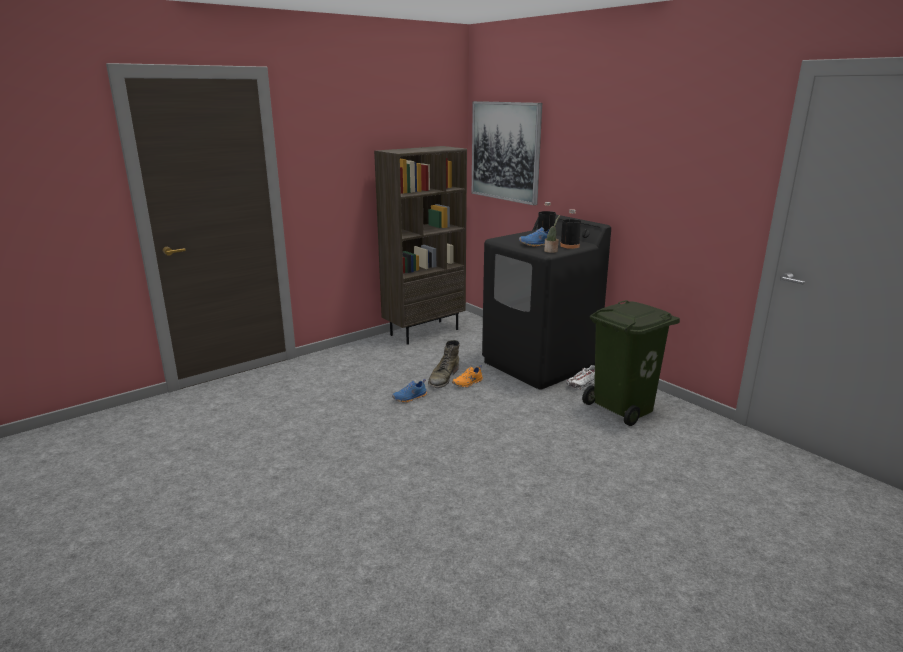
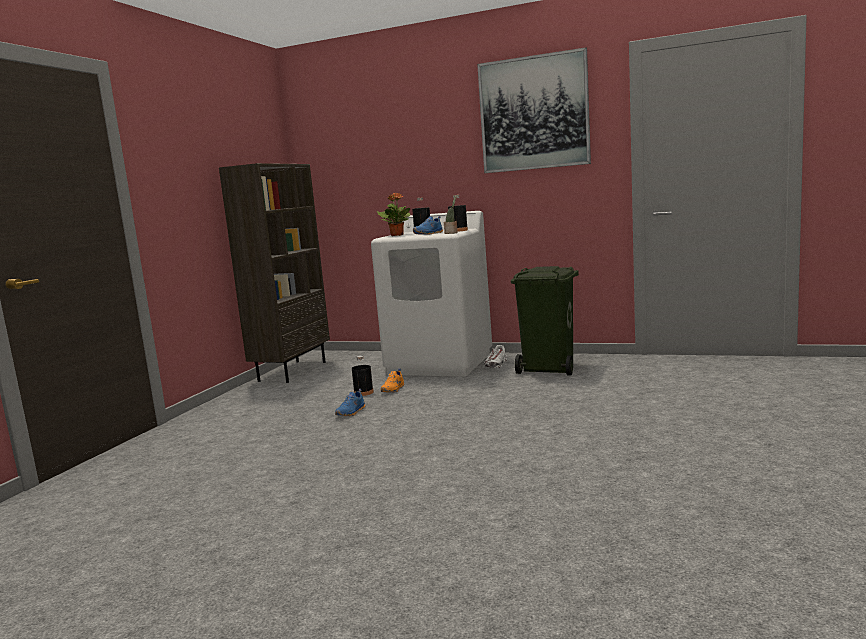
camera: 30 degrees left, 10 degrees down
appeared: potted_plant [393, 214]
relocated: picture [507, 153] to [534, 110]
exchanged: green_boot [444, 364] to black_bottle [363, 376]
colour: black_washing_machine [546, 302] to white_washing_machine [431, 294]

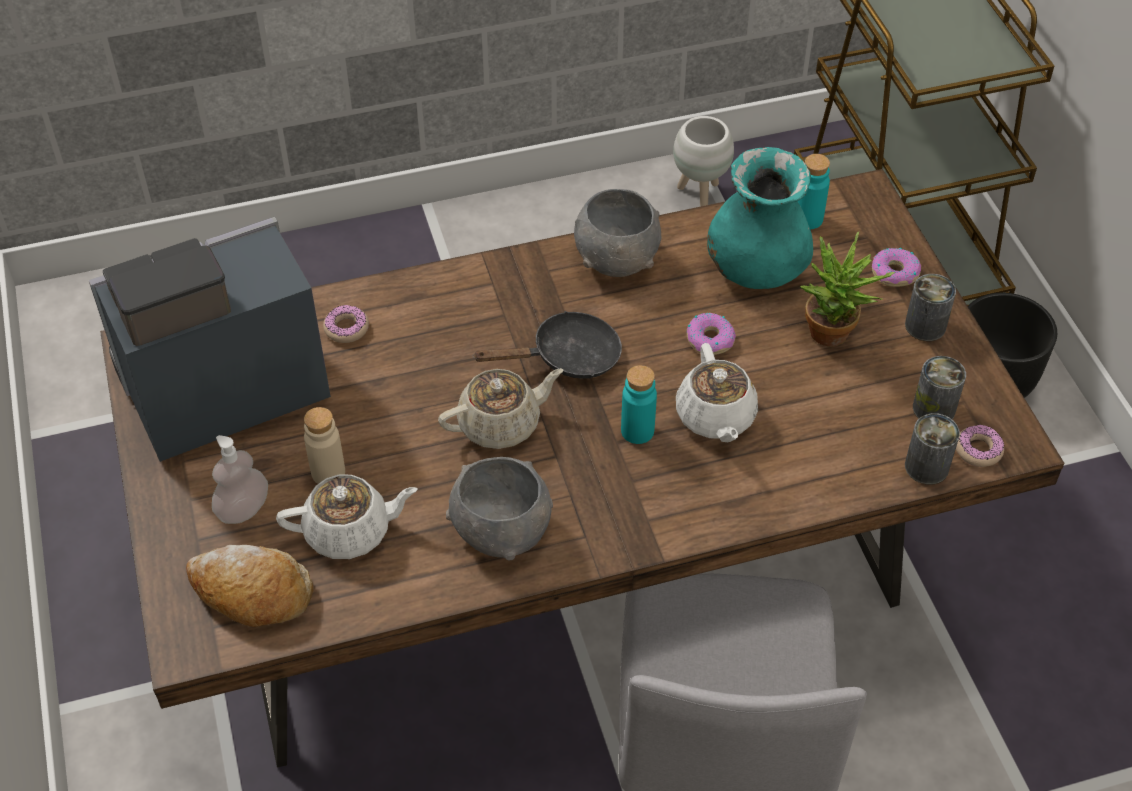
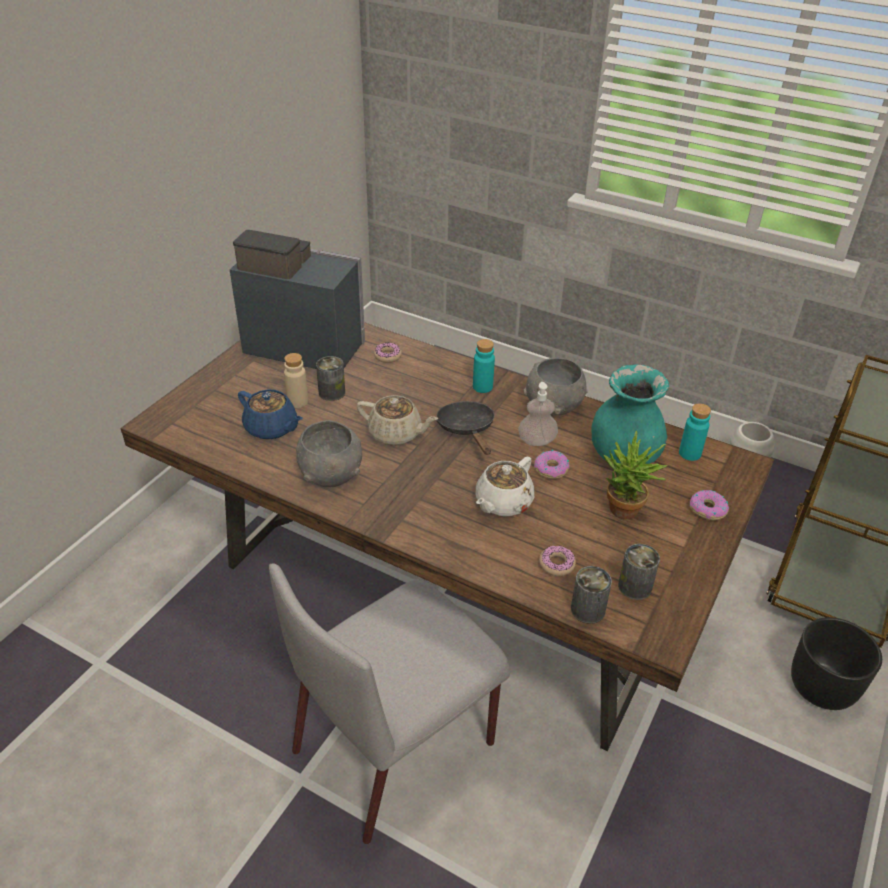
camera: 45 degrees right, 10 degrees down
missing: bread [250, 586]
relocated: can [930, 307] to [330, 378]; turquoise_bottle [639, 404] to [484, 366]; soap_dispenser [240, 479] to [538, 414]; donut [980, 445] to [557, 561]
colour: white_teapot [347, 517] to blue_teapot [270, 415]
spun: black_frying_pan [547, 345] = [465, 428] 135 degrees counterclockwise

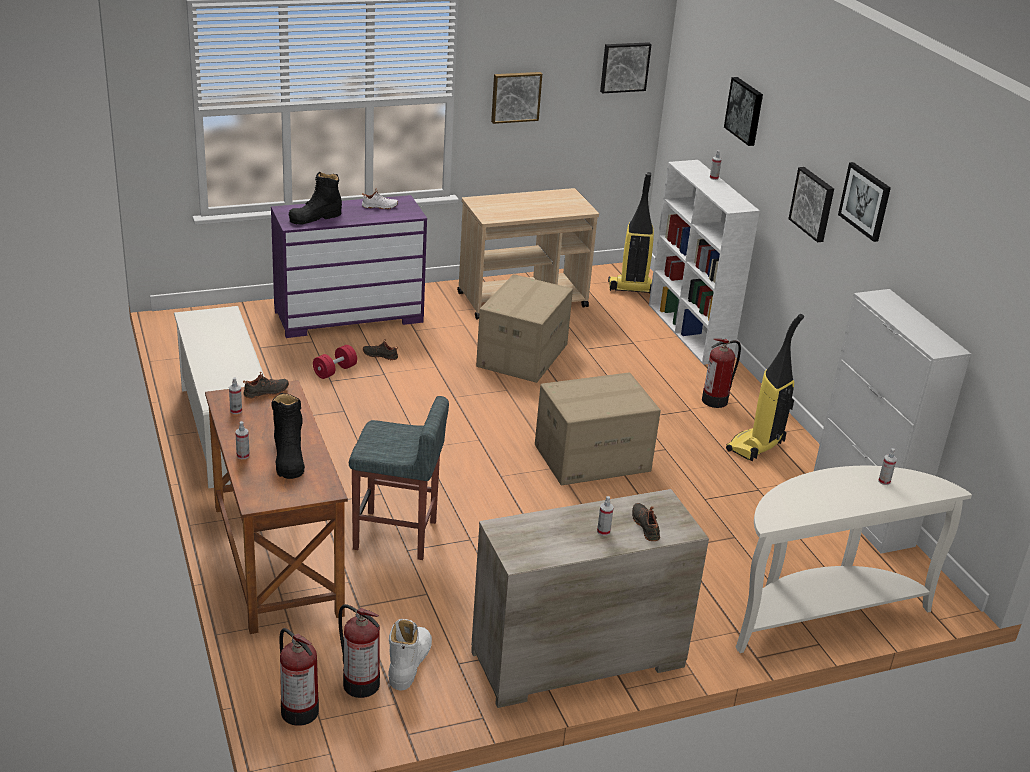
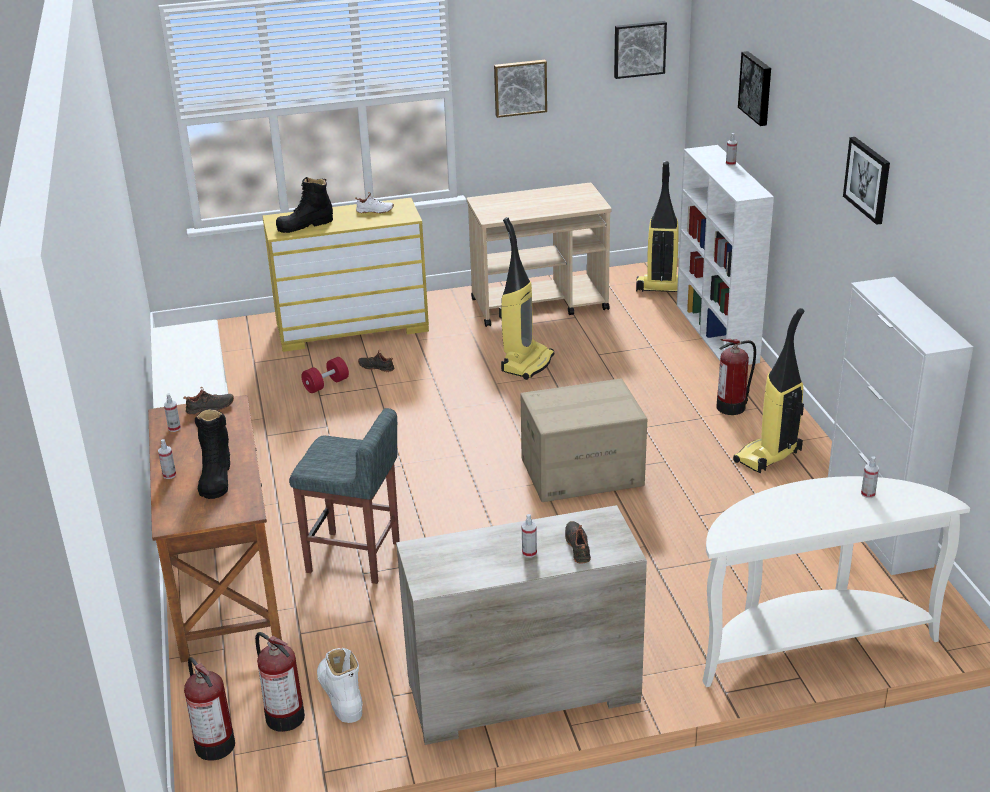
camera: 10 degrees right, 0 degrees up
missing: picture [811, 204]
exchanged: cardboard_box [524, 328] to vacuum_cleaner [526, 298]
colour: purple_dresser [349, 266] to yellow_dresser [346, 275]
spun: white_boot [410, 654] = [340, 685] 45 degrees counterclockwise

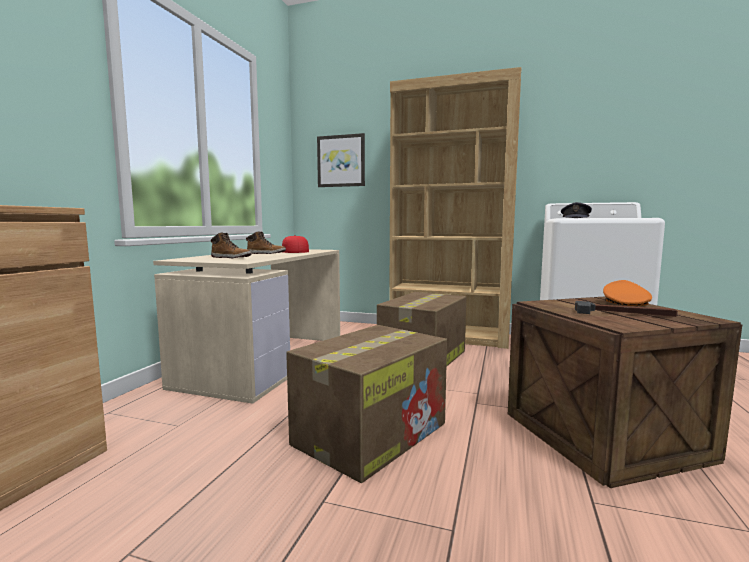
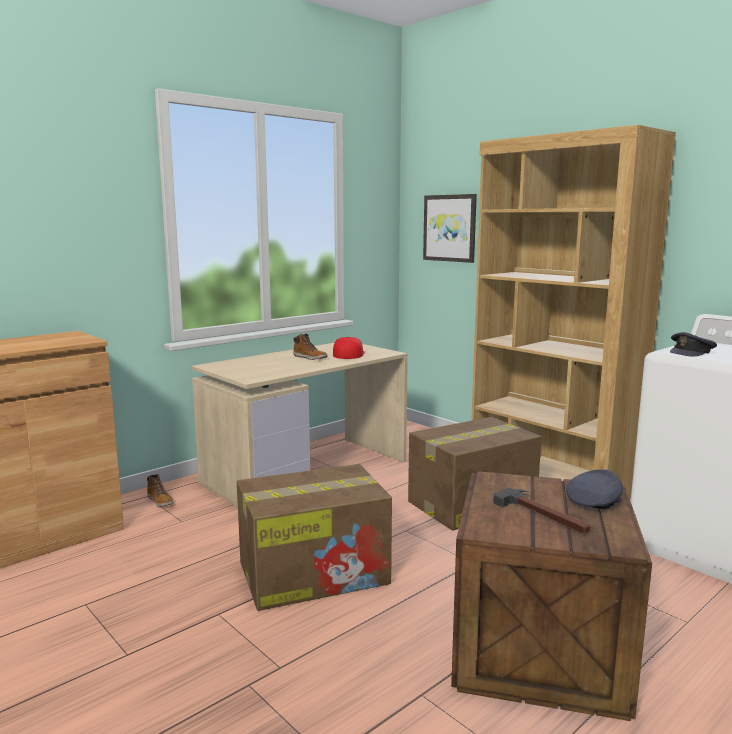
camera: 30 degrees right, 5 degrees up
relocated: boot [231, 245] to [160, 490]
colour: orange_cap [627, 293] to grey_cap [594, 489]

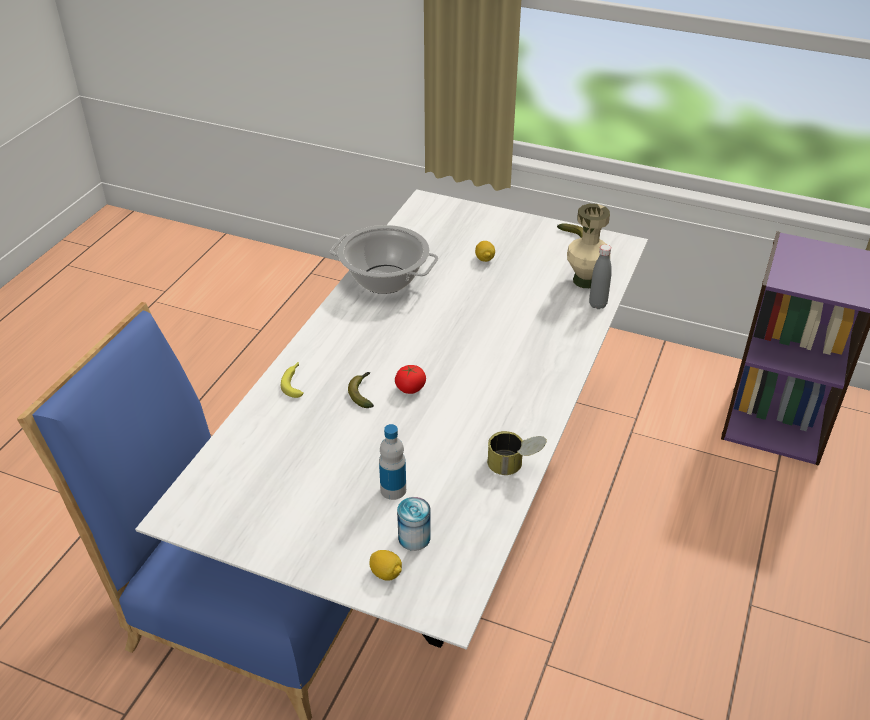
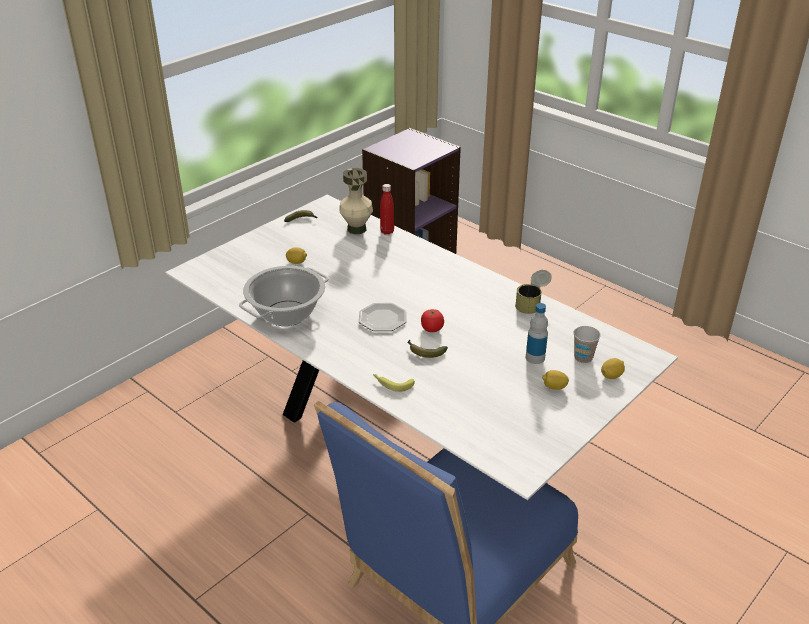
camera: 70 degrees left, 5 degrees down
appeared: plate [383, 317]; lemon [555, 380]
exchanged: can [414, 524] to cup [587, 344]
colour: grey_bottle [600, 277] to red_bottle [387, 209]

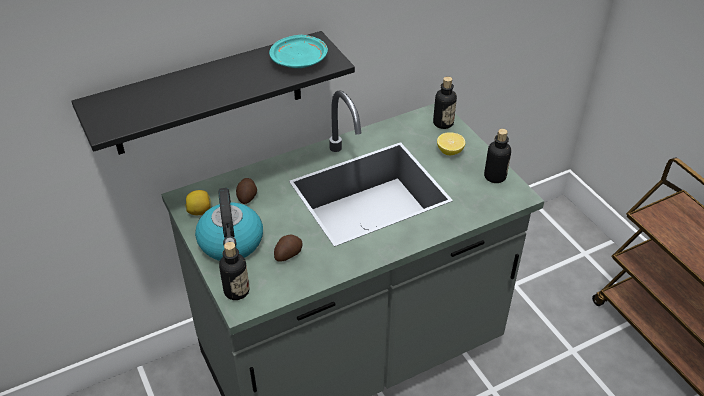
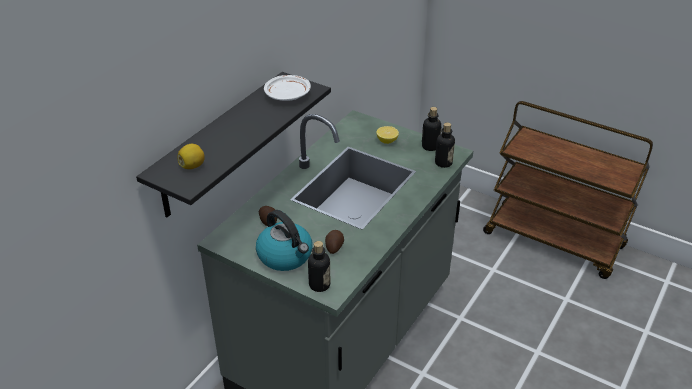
camera: 30 degrees left, 5 degrees down
relocated: lemon [198, 202] to [191, 156]; bottle [445, 102] to [445, 145]
colour: turquoise_plate [298, 51] to white_plate [287, 88]

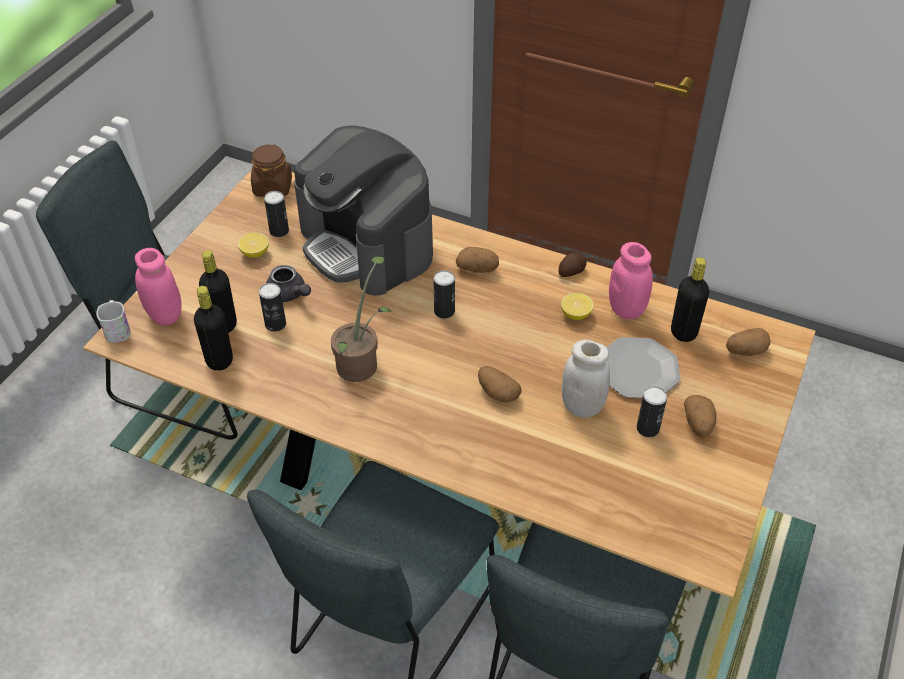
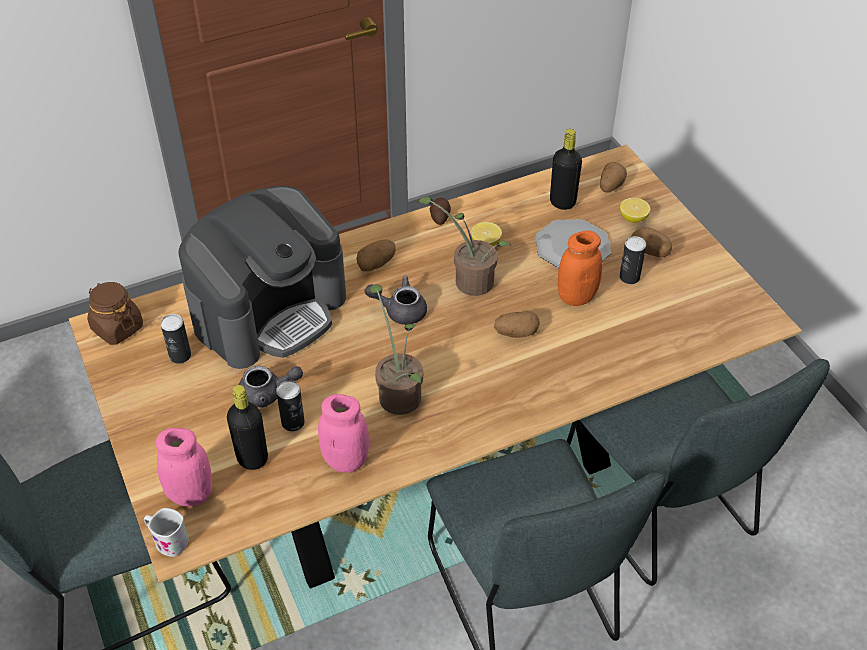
camera: 50 degrees left, 0 degrees up
missing: black_bottle [213, 328]
appeared: potted_plant [464, 246]
relocated: pink_jar [631, 280] to [343, 433]; lemon [253, 245] to [635, 210]
exchanged: can [444, 294] to grey_teapot [396, 300]
colour: white_jar [586, 378] to orange_jar [580, 268]
spun: coffee_machine [363, 210] = [262, 277] 45 degrees counterclockwise

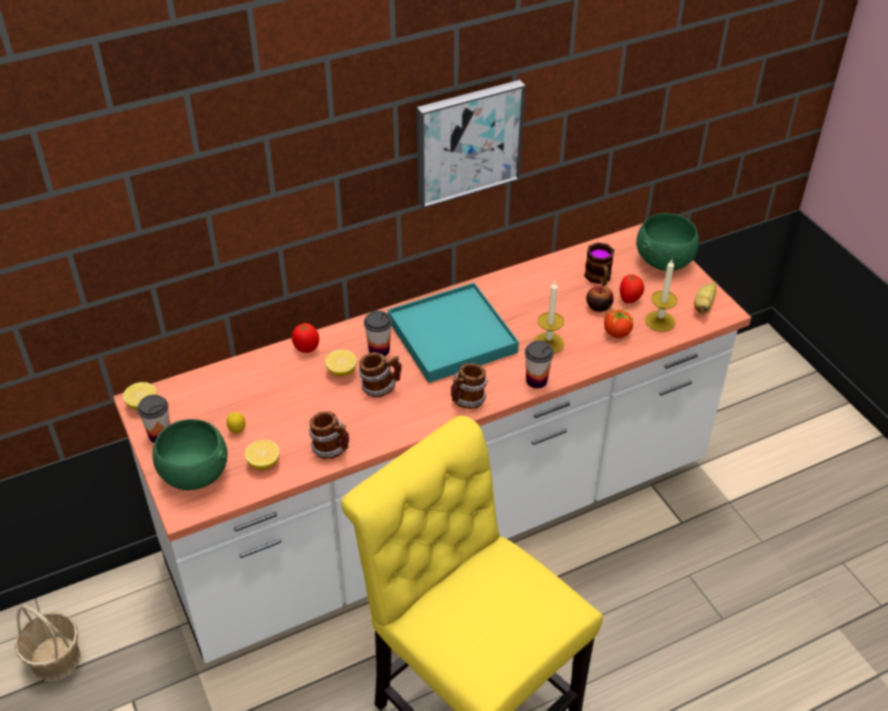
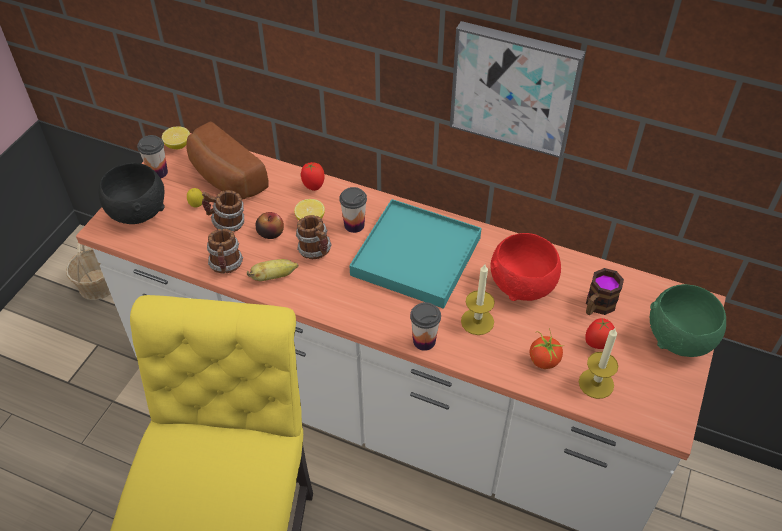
camera: 50 degrees right, 5 degrees up
missing: lemon [262, 454]
appeared: bread [227, 161]; red_bowl [525, 267]
relocated: mug [469, 386] to [223, 211]; banana [705, 298] to [273, 270]; apple [600, 299] to [270, 225]
colour: green_bowl [189, 454] to black_bowl [132, 193]

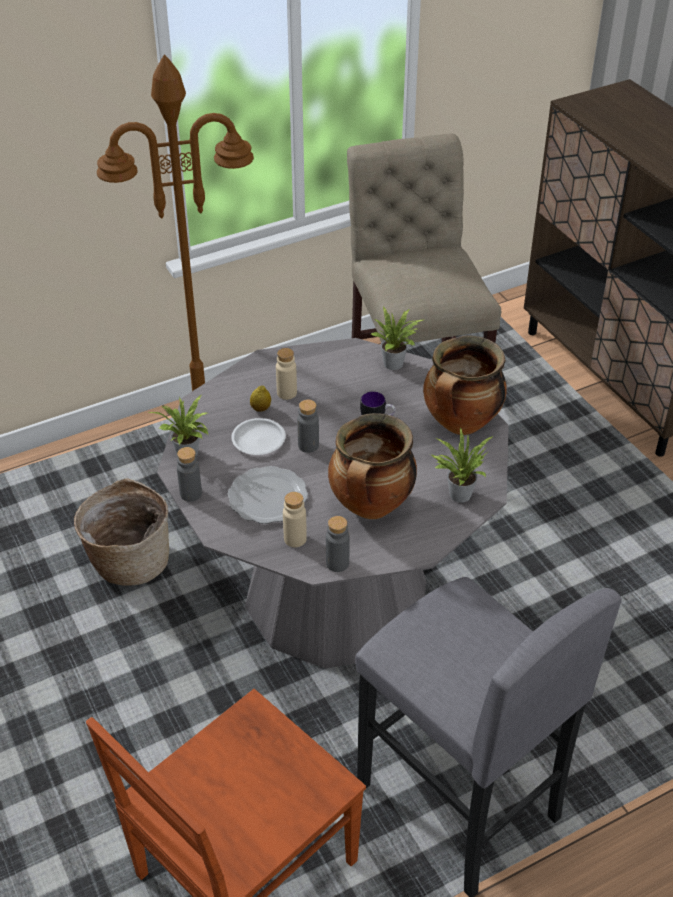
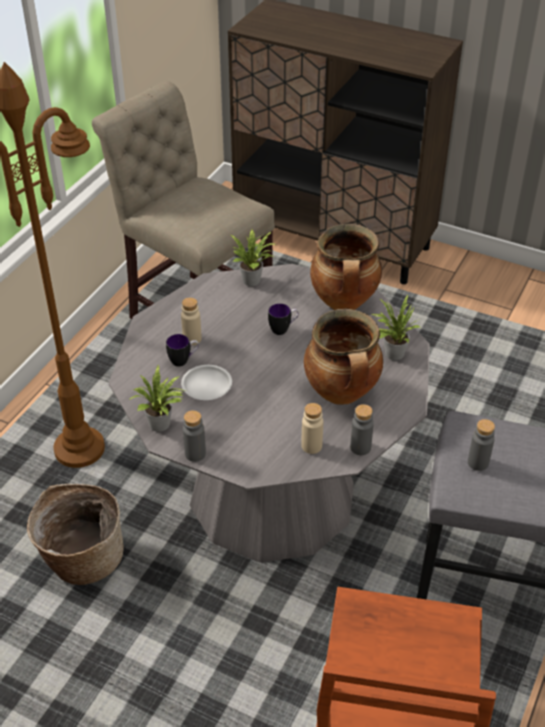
camera: 35 degrees left, 0 degrees up
missing: plate [268, 495]
relocated: grey_bottle [308, 426] to [481, 445]
exchanged: lemon [260, 399] to mug [182, 350]

